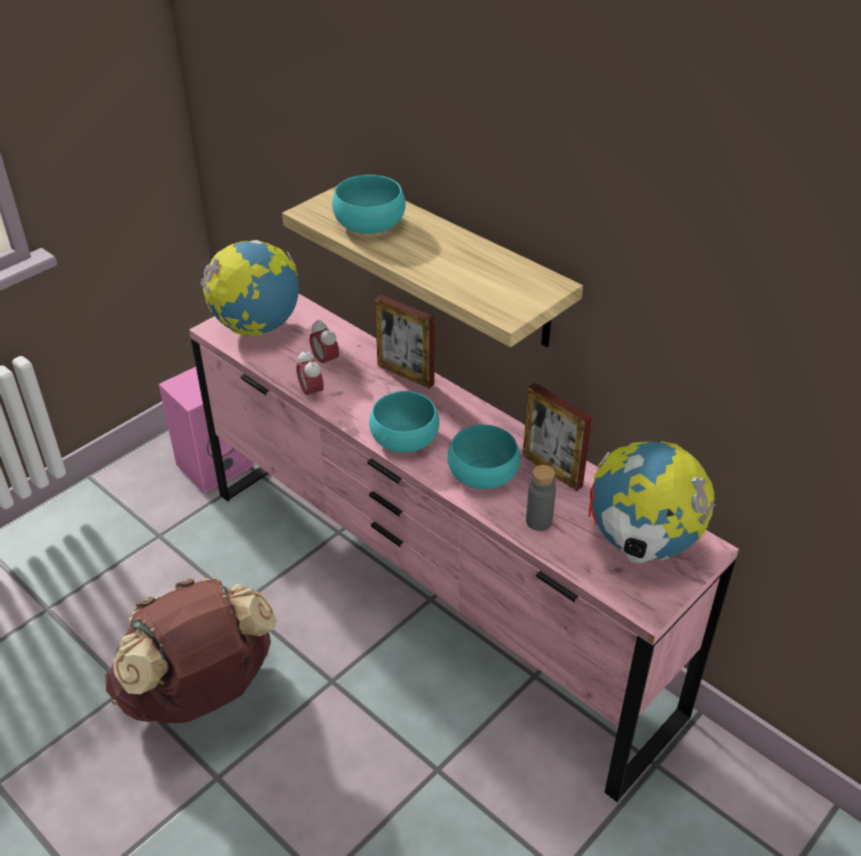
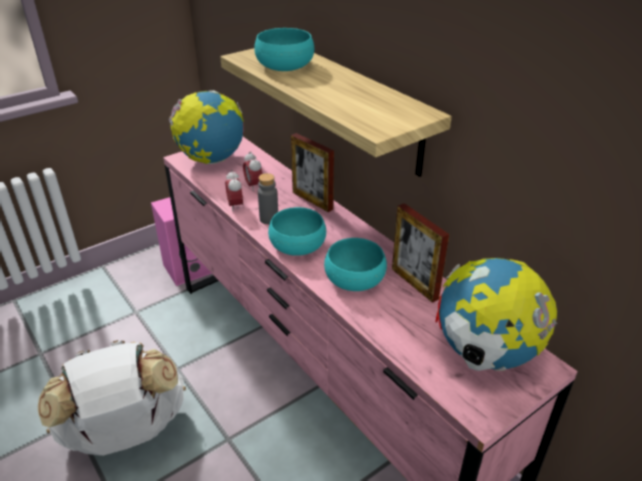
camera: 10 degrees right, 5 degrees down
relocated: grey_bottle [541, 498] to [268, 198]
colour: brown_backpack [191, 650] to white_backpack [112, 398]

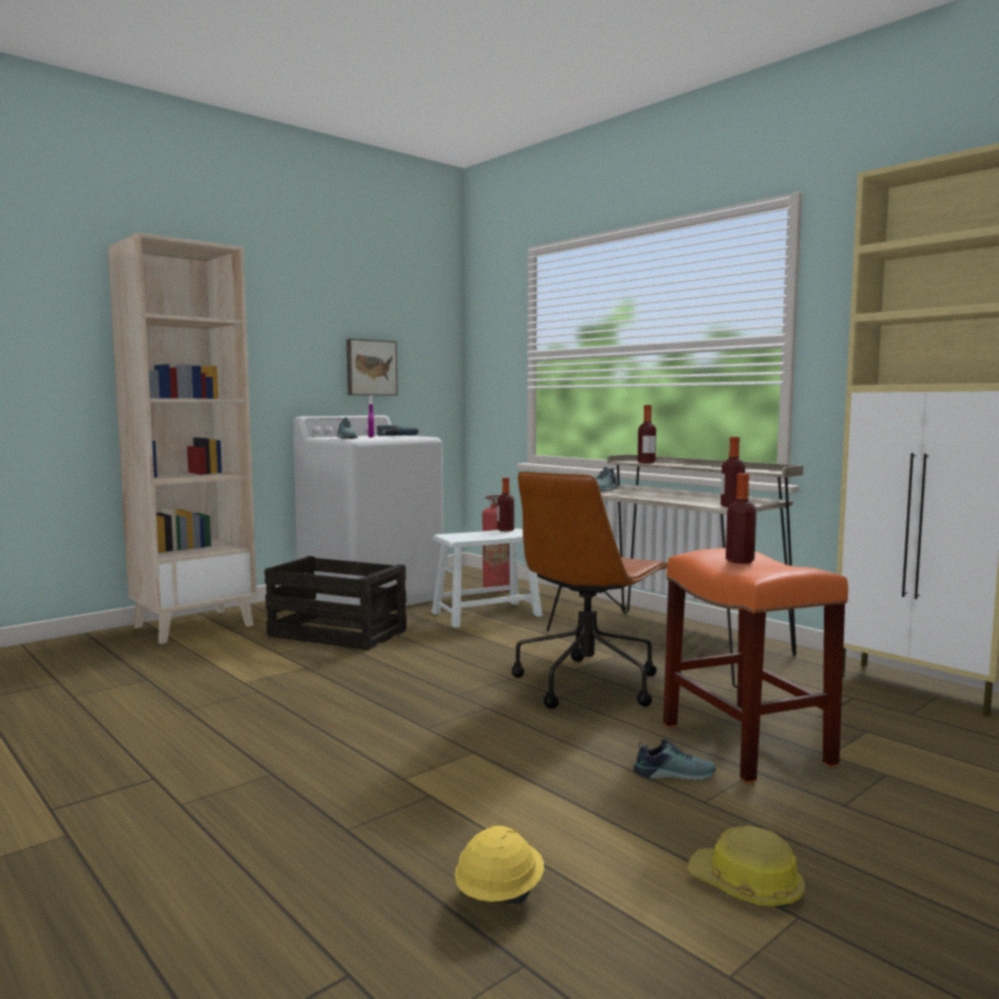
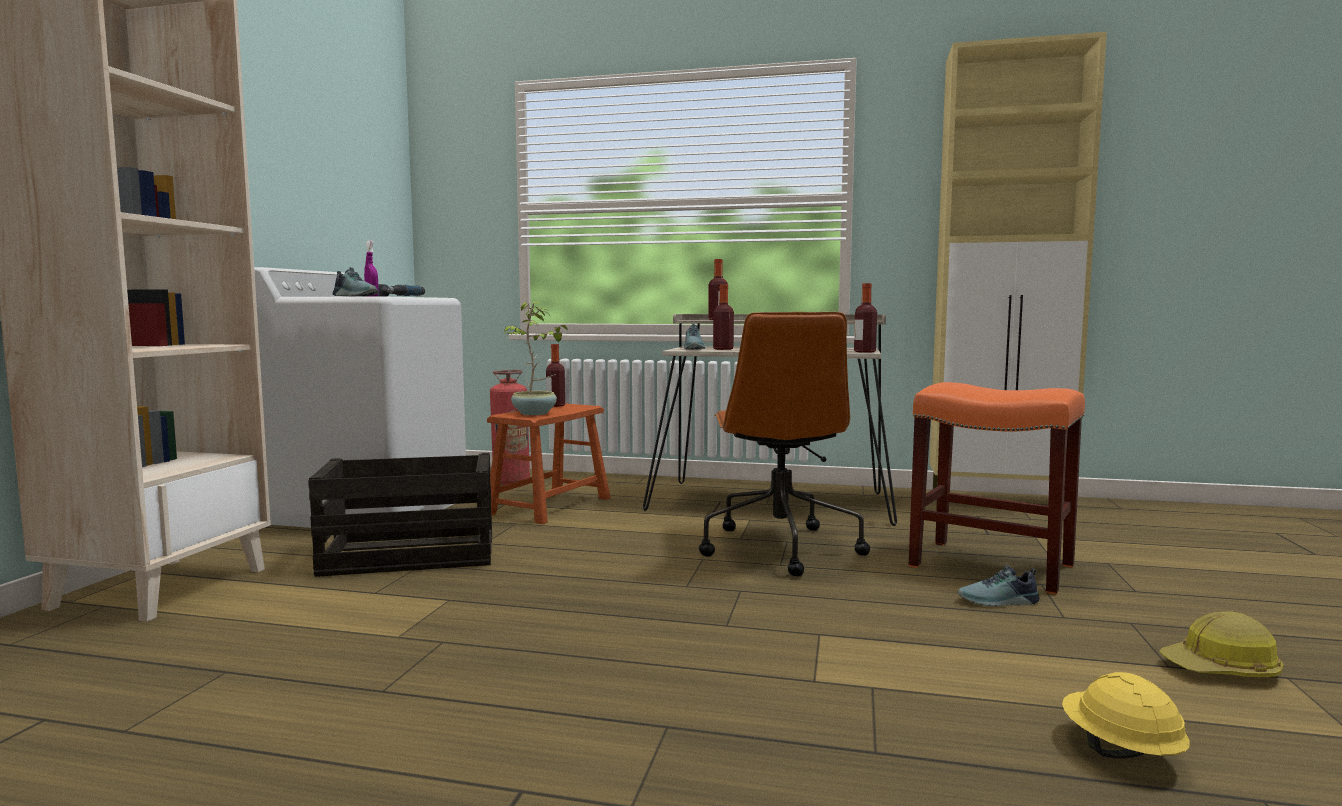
camera: 35 degrees left, 0 degrees up
missing: picture [372, 367]
appeared: potted_plant [536, 358]
relocated: bottle [741, 518] to [723, 317]
colour: white_stool [487, 578] to brown_stool [548, 464]
spun: shoe [674, 759] = [999, 586] 150 degrees counterclockwise

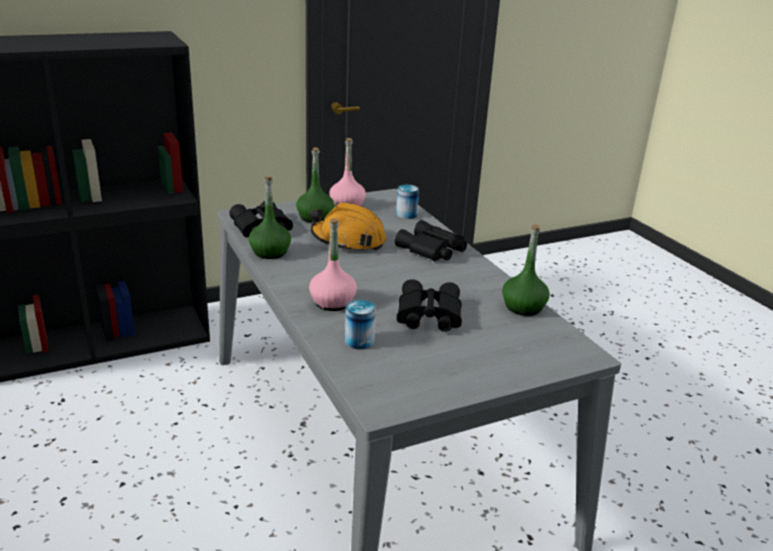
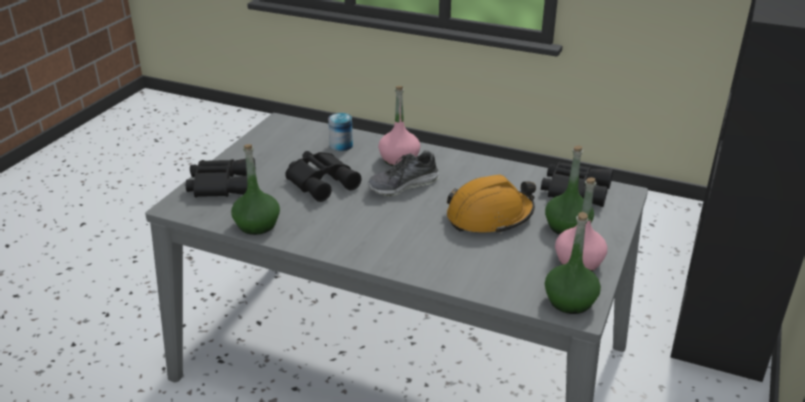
camera: 140 degrees right, 5 degrees up
missing: can [407, 202]
appeared: shoe [403, 173]
relocated: black_binoculars [431, 240] to [220, 177]; green_bottle [269, 217] to [573, 263]

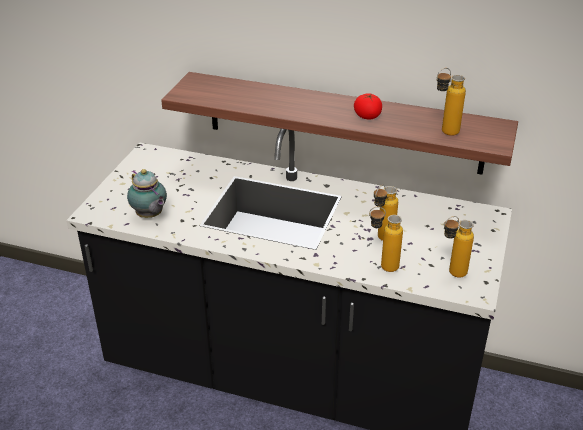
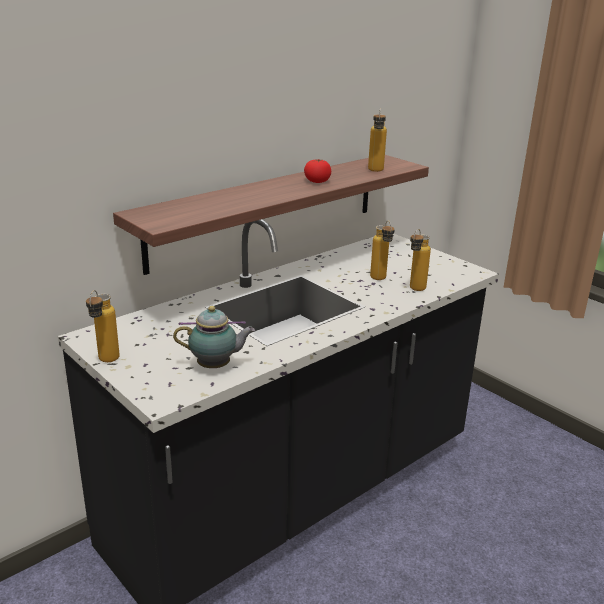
camera: 60 degrees left, 10 degrees down
relocated: bottle [459, 247] to [103, 326]

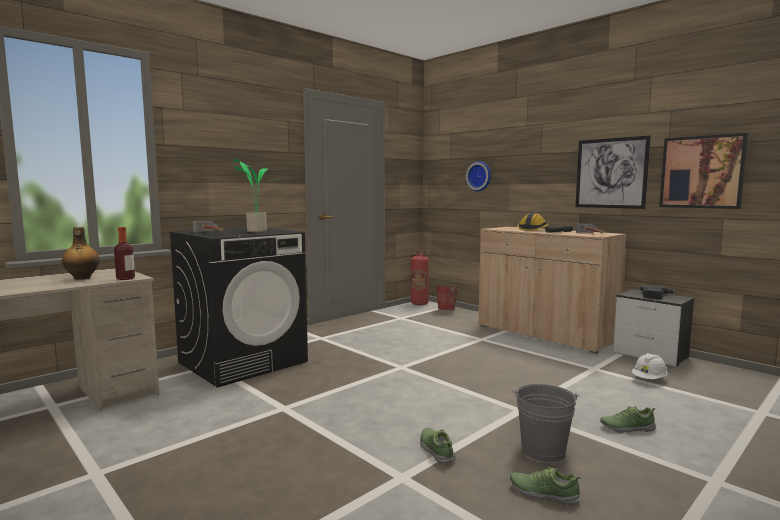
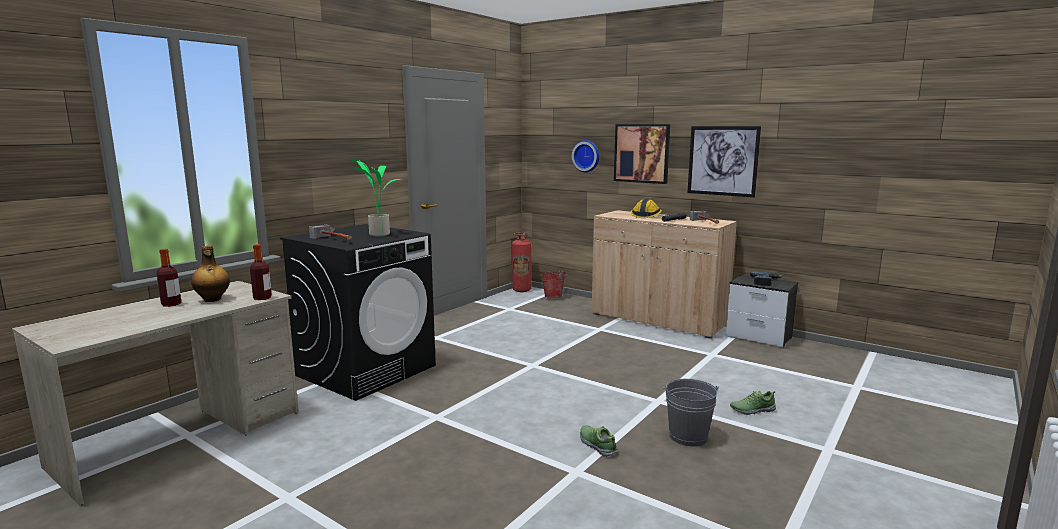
camera: 10 degrees left, 5 degrees up
missing: shoe [545, 486]; white_hard_hat [650, 366]
appeared: bottle [169, 278]
relocated: picture [703, 171] to [642, 154]

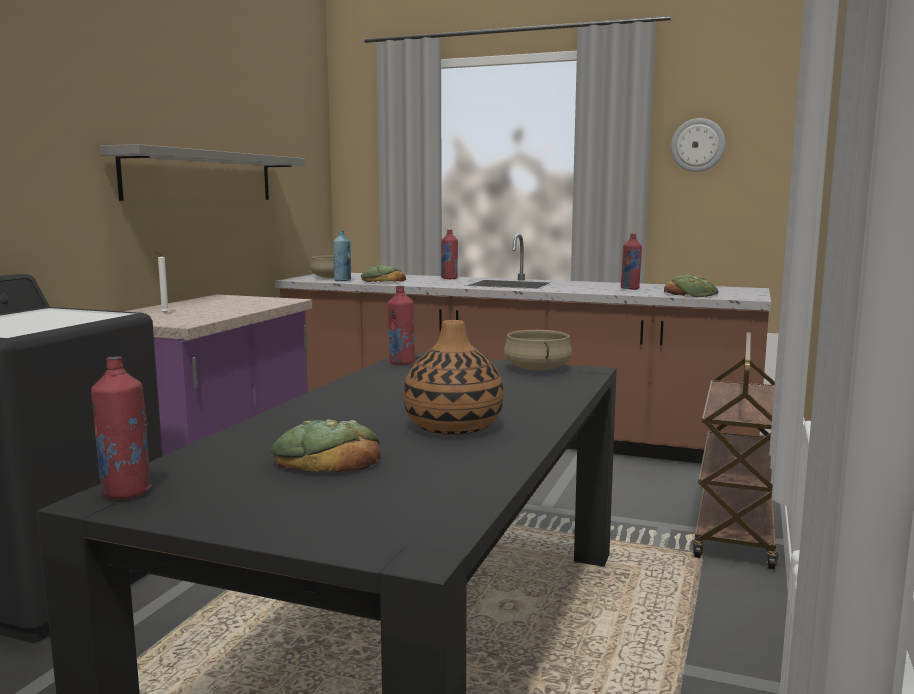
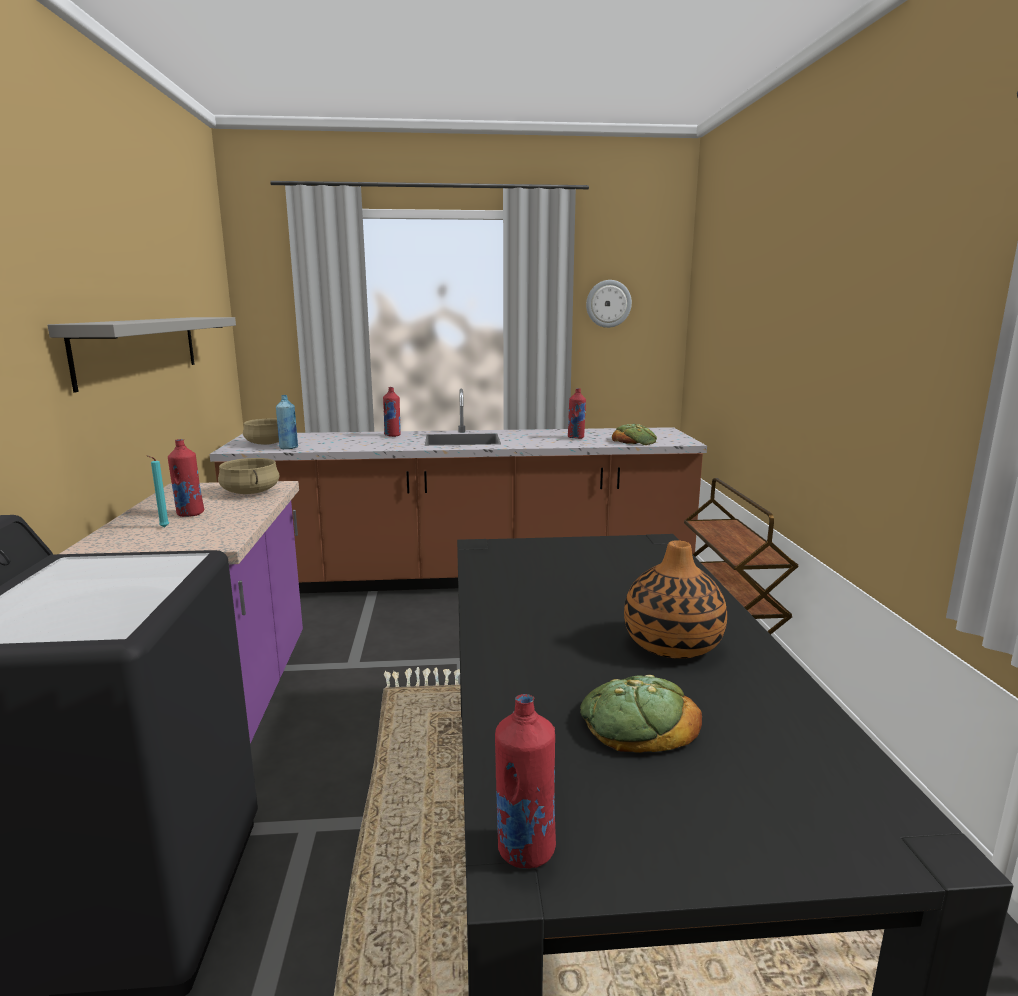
camera: 25 degrees left, 5 degrees up
missing: bread [383, 273]
relocated: red_bottle [402, 325] to [186, 478]; beige_cooking_pot [538, 350] to [249, 476]
colour: white_candle [161, 282] to turquoise_candle [158, 491]

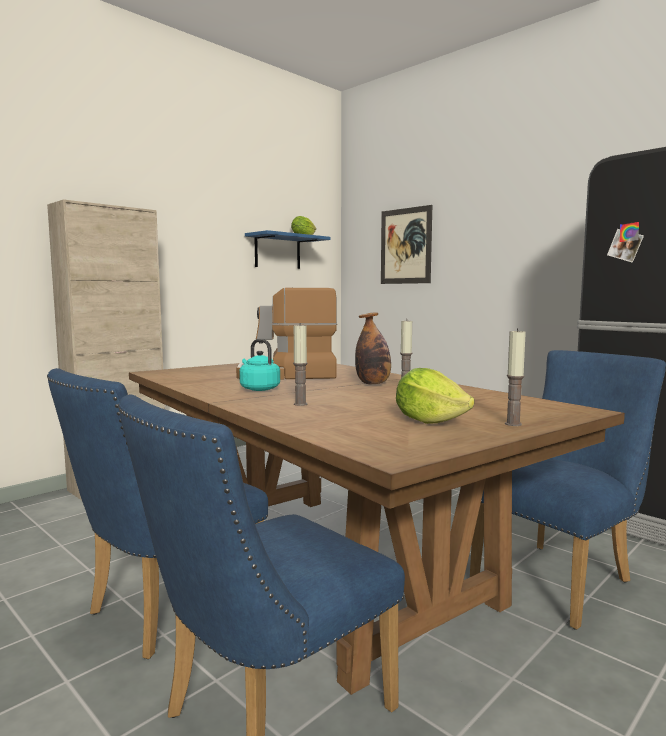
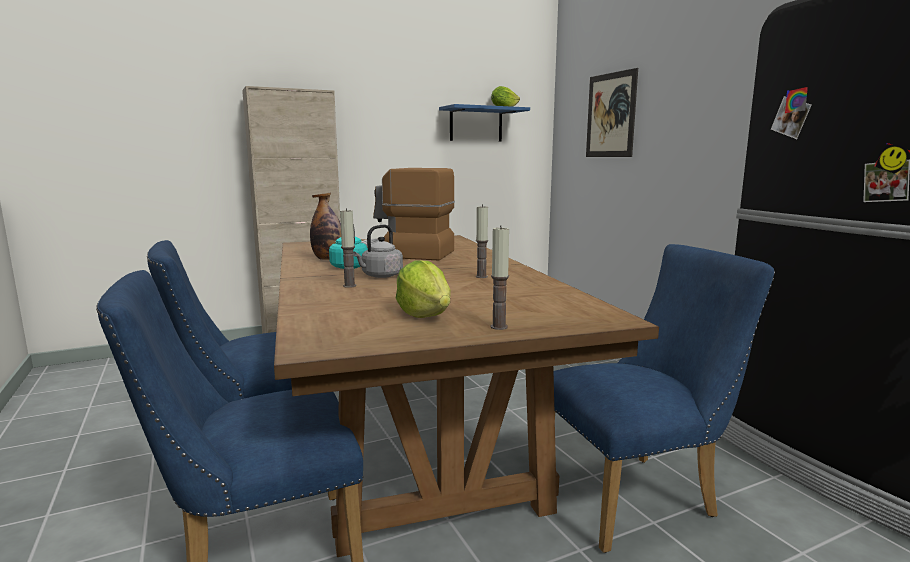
camera: 20 degrees right, 5 degrees up
appeared: grey_kettle [378, 251]
relocated: bottle [373, 348] to [325, 226]

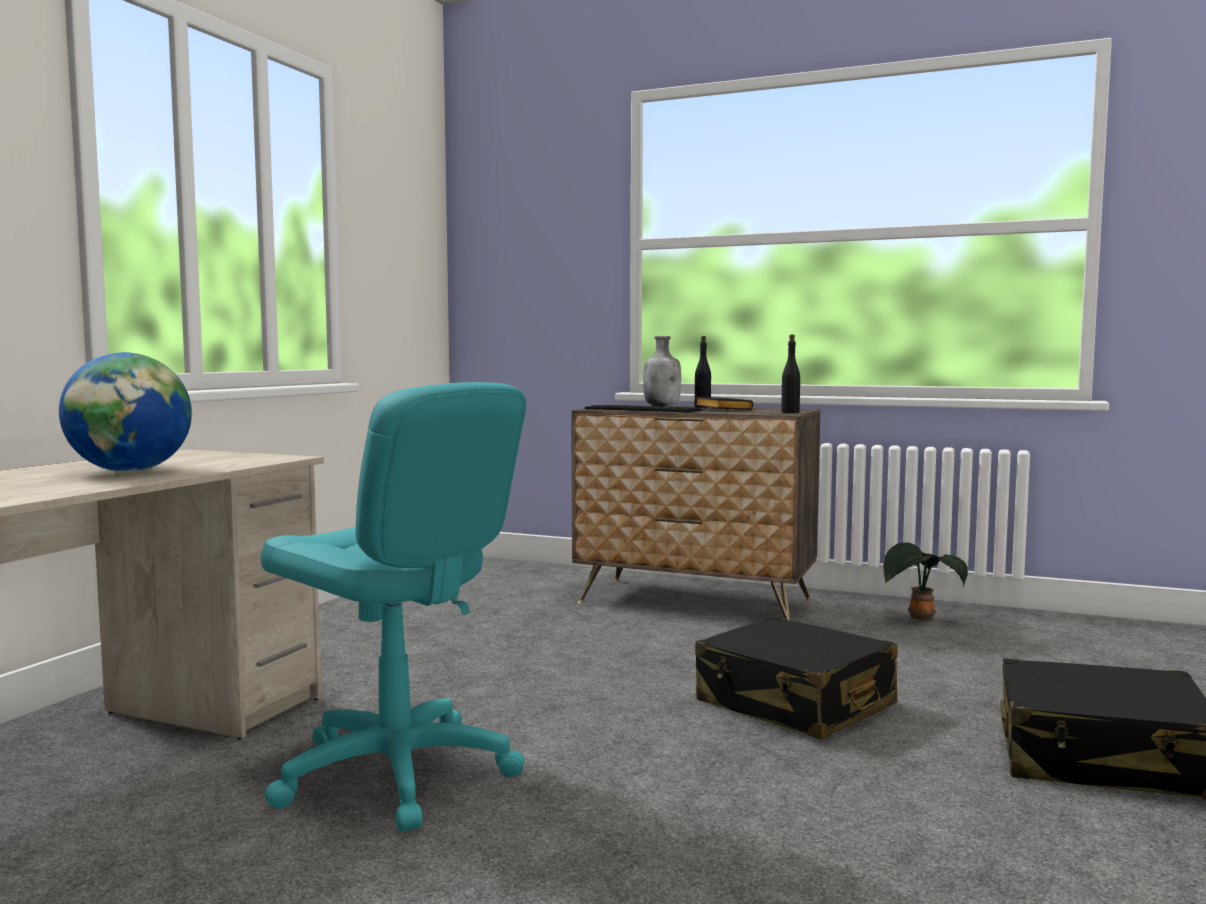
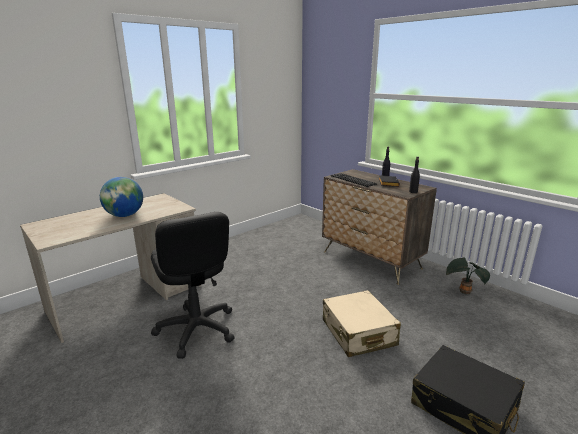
camera: 25 degrees right, 15 degrees up
missing: grey_bottle [662, 371]
colour: turquoise_office_chair [393, 606] to black_office_chair [192, 285]; black_suitcase [796, 677] to beige_suitcase [362, 323]

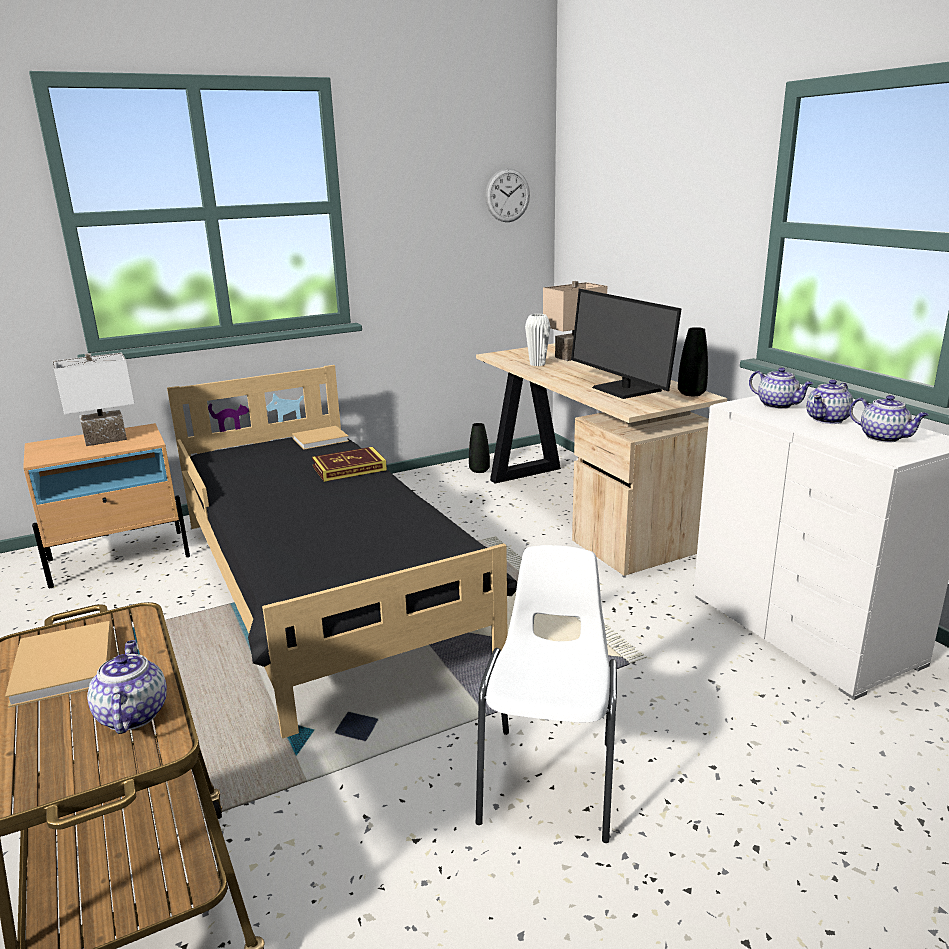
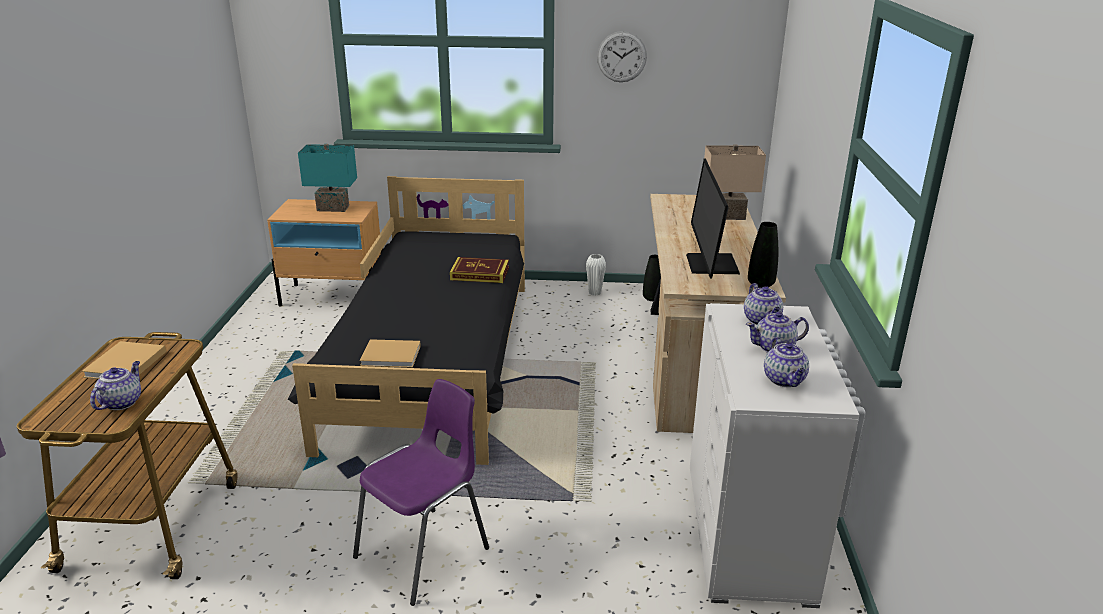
camera: 30 degrees right, 5 degrees up
relocated: beige_book [320, 437] to [390, 353]; white_vase [537, 340] to [596, 274]; wall_clock [507, 195] to [622, 56]
colour: white_table_lamp [93, 399] to turquoise_table_lamp [327, 178]; white_chair [546, 694] to purple_chair [421, 492]

